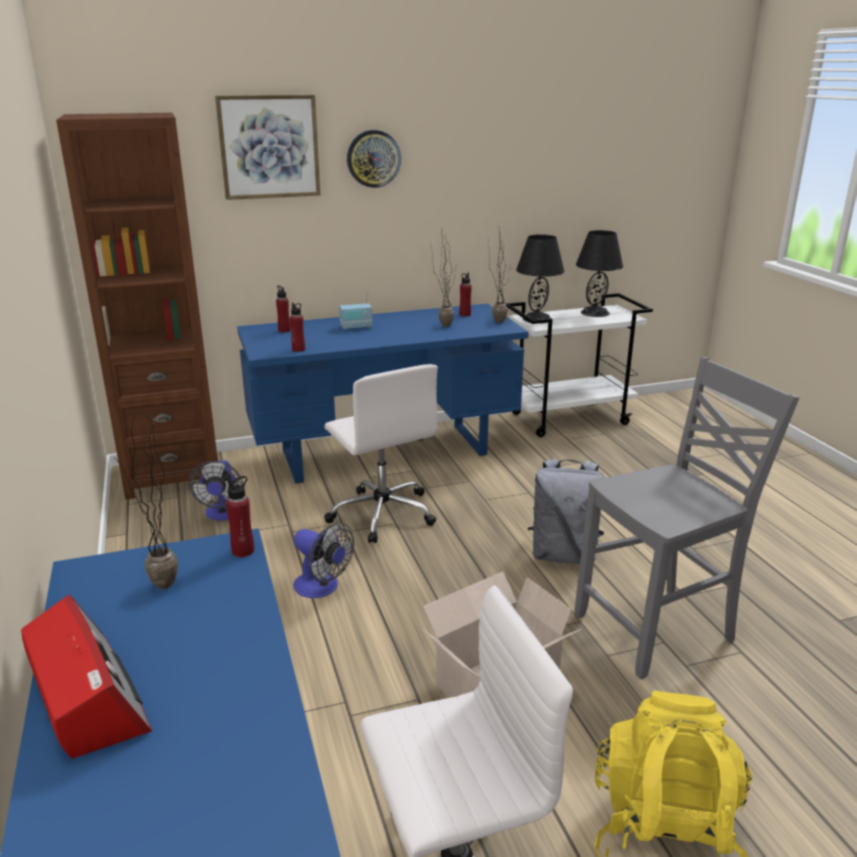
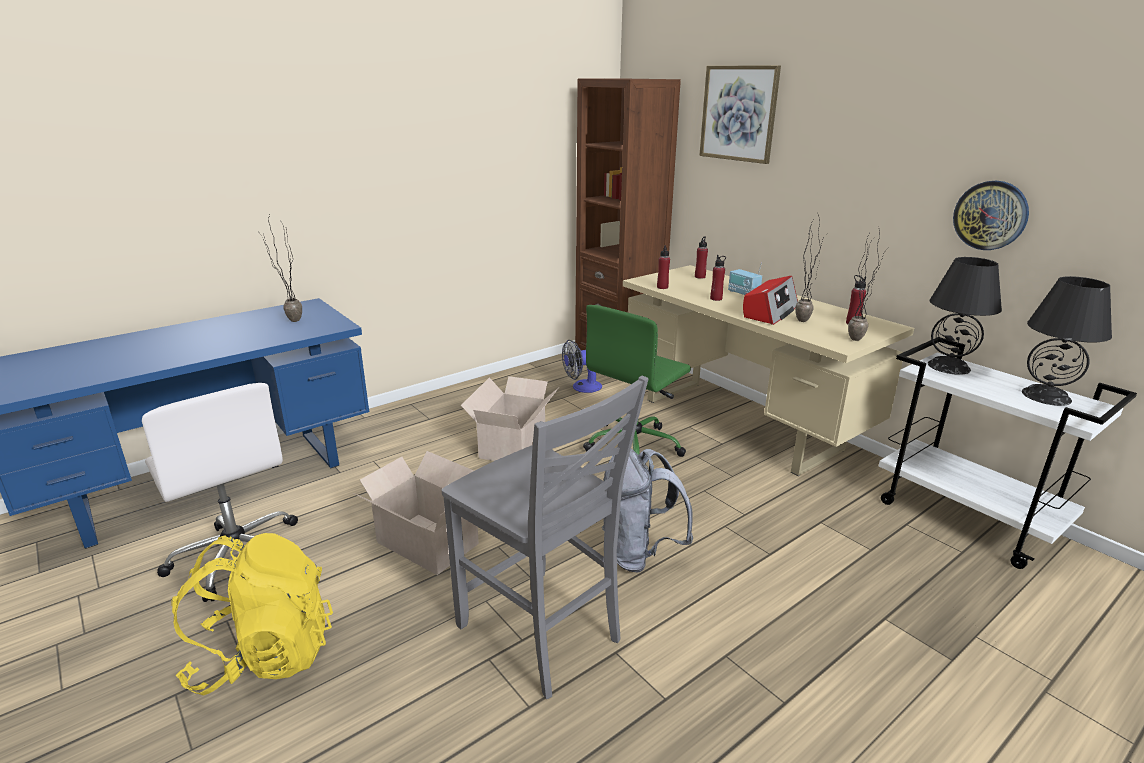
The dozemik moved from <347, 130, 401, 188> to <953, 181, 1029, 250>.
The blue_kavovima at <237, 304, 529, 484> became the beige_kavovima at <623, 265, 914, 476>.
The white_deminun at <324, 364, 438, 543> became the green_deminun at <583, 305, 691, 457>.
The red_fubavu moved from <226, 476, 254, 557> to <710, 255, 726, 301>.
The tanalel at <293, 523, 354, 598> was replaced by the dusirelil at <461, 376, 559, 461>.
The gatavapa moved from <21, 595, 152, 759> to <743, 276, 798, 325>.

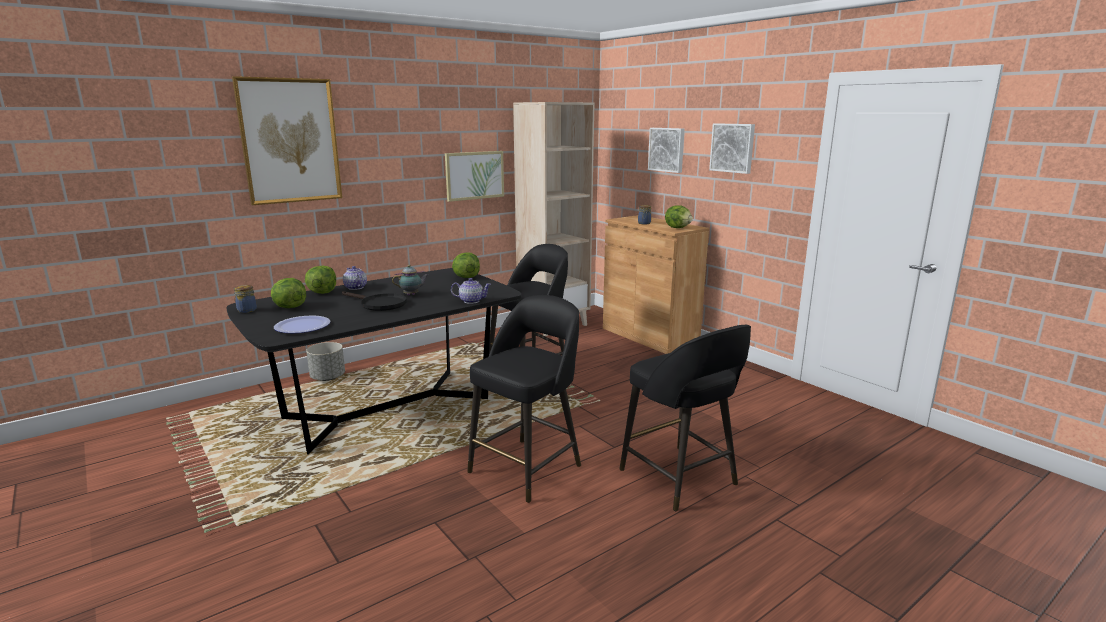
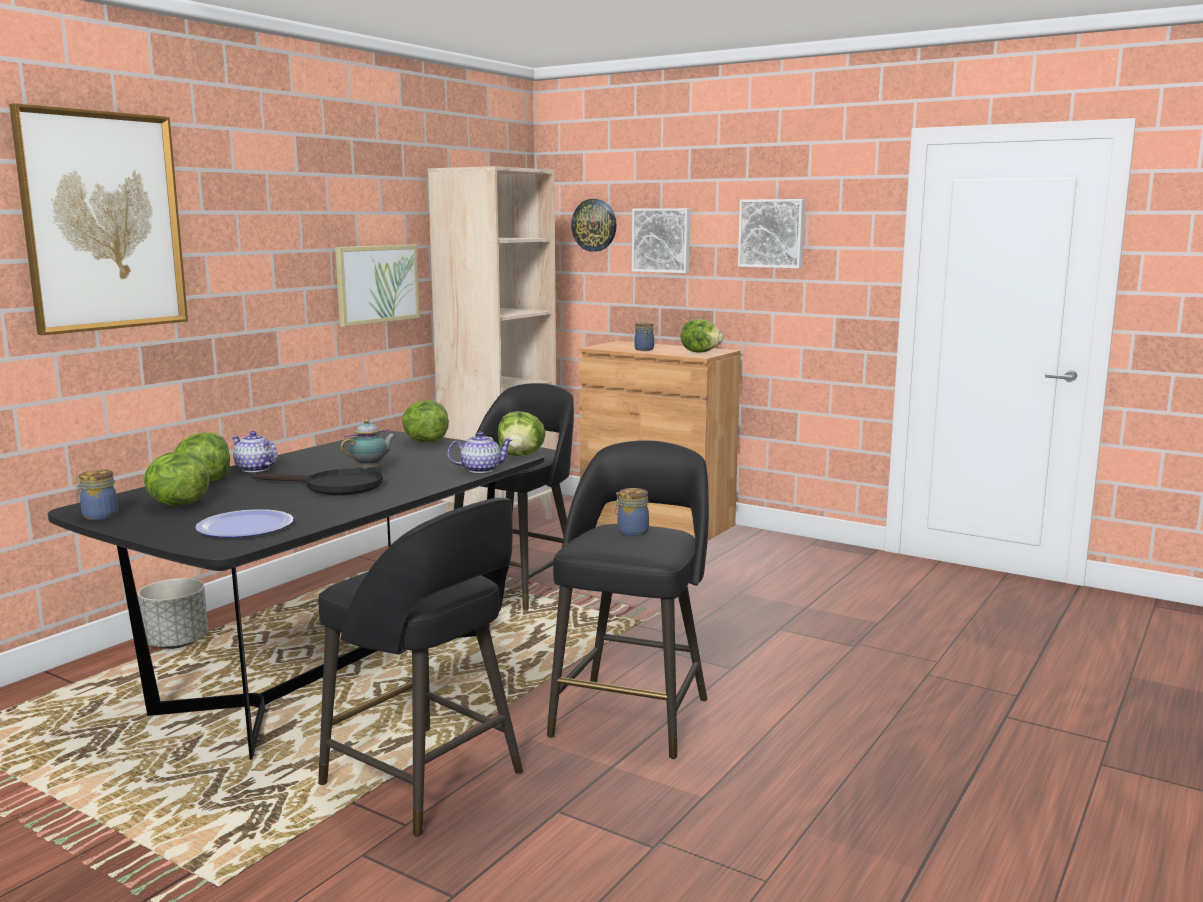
The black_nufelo moved from <620, 325, 751, 511> to <318, 498, 523, 837>.
The dozemik at <571, 199, 617, 252> appeared.
The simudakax at <498, 411, 546, 456> appeared.
The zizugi at <615, 488, 649, 536> appeared.

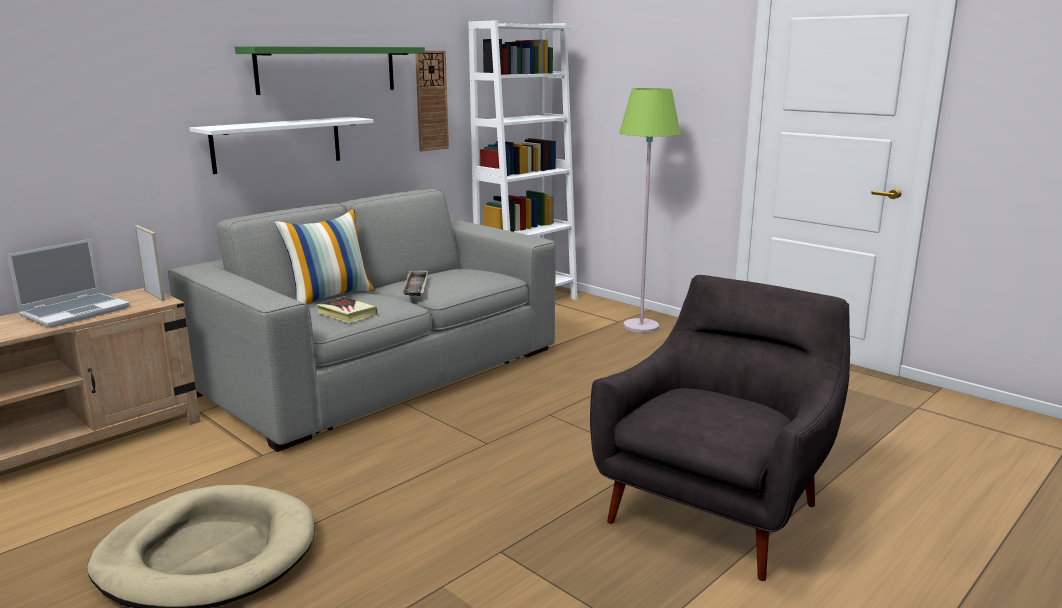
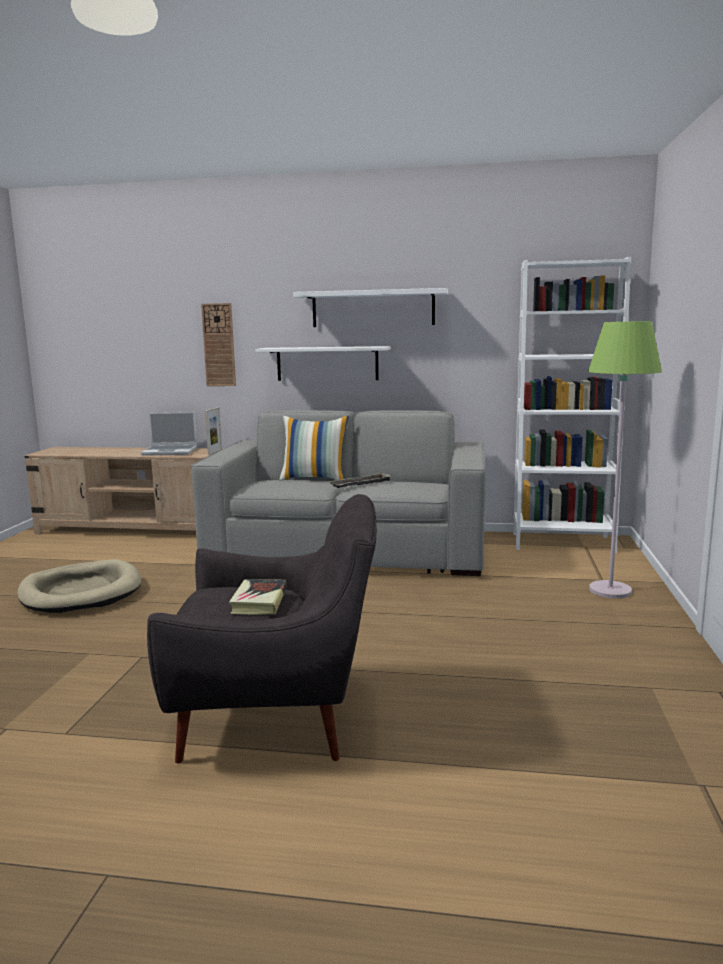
The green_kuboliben at <235, 46, 425, 95> became the white_kuboliben at <293, 288, 448, 327>.
The dozemik moved from <415, 50, 449, 151> to <201, 303, 236, 386>.
The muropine moved from <316, 297, 378, 323> to <229, 579, 286, 615>.

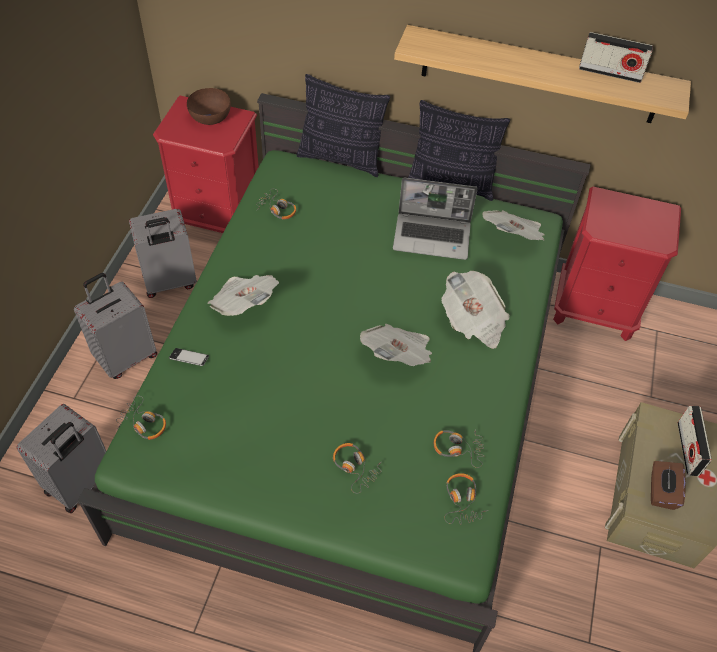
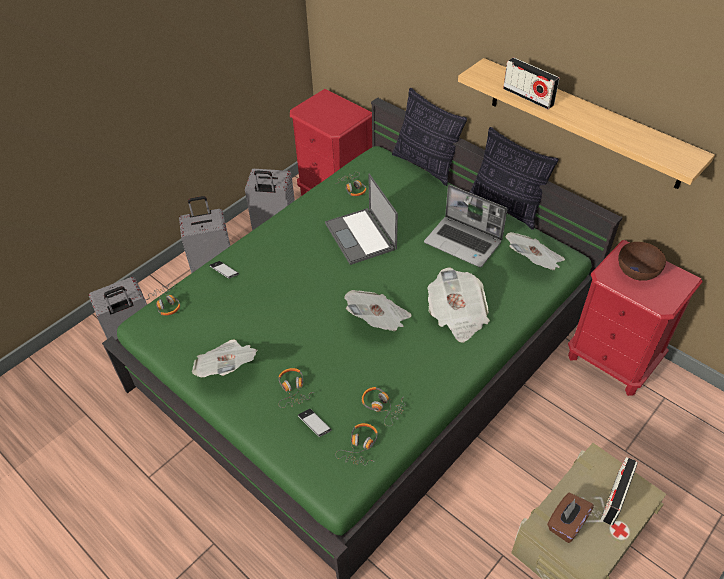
The gatavapa moved from <579, 32, 653, 83> to <503, 57, 560, 109>.
The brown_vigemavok moved from <187, 88, 231, 125> to <618, 242, 666, 281>.
The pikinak moved from <207, 275, 279, 316> to <192, 339, 257, 377>.
The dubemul at <325, 174, 398, 265> appeared.
The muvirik at <298, 409, 332, 437> appeared.

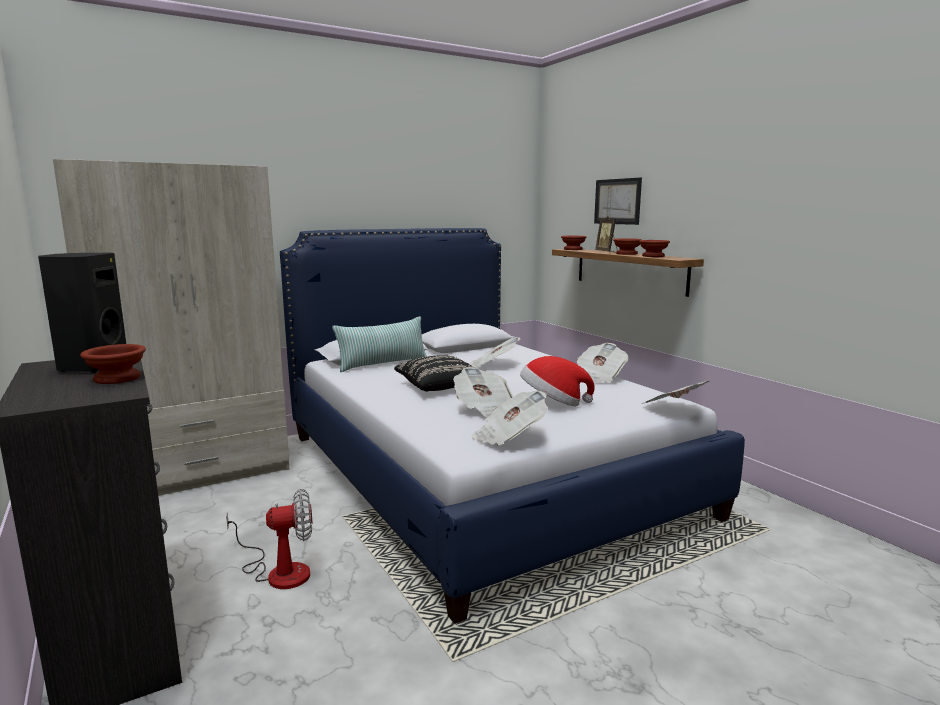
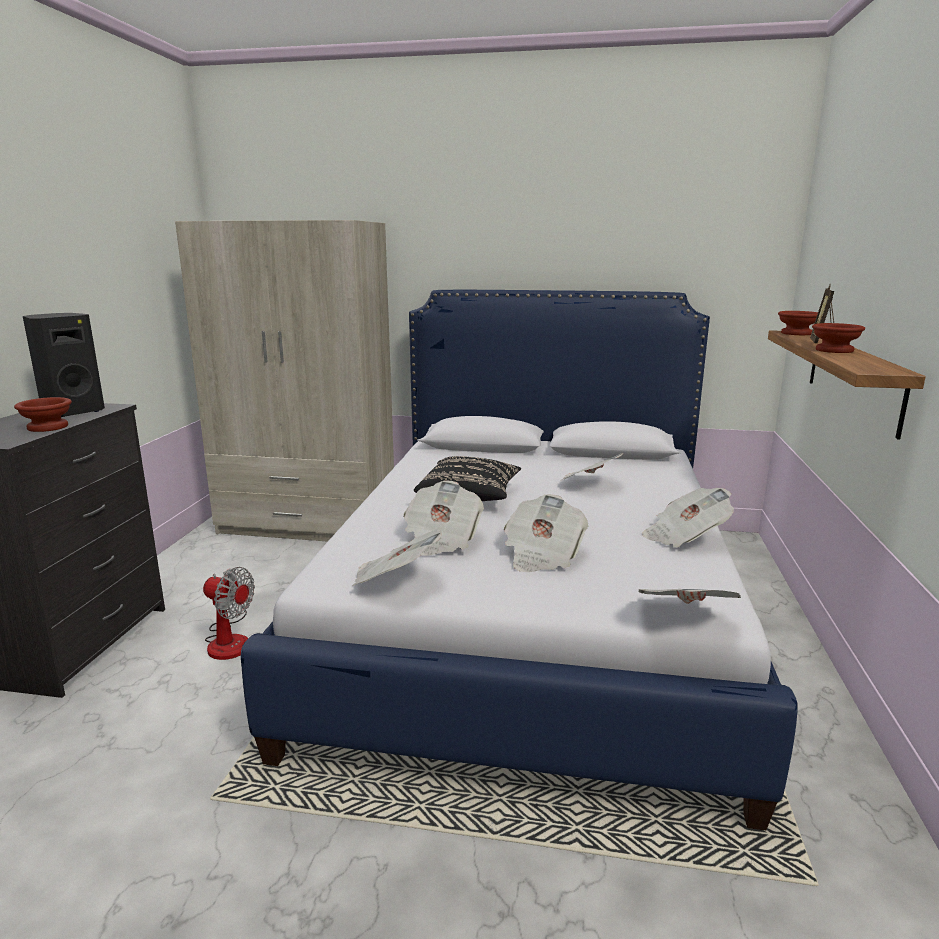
The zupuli at <594, 177, 642, 225> disappeared.
The brown_vigemavok at <639, 240, 670, 257> disappeared.
The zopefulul at <332, 317, 427, 372> disappeared.
The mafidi at <520, 356, 595, 407> was replaced by the pikinak at <504, 494, 588, 572>.

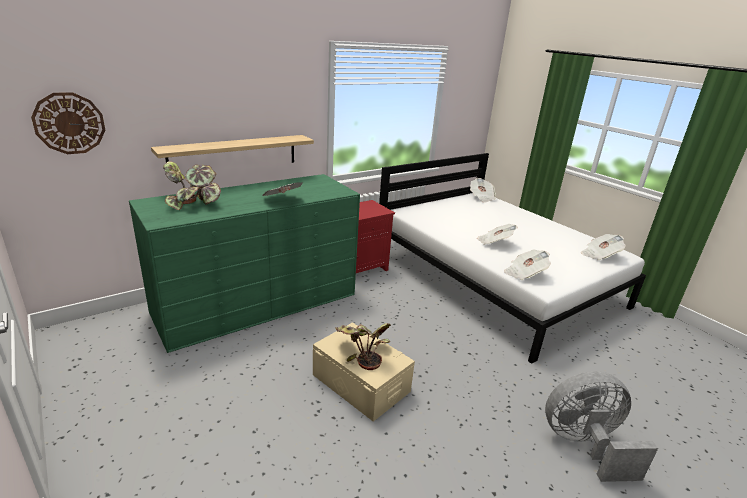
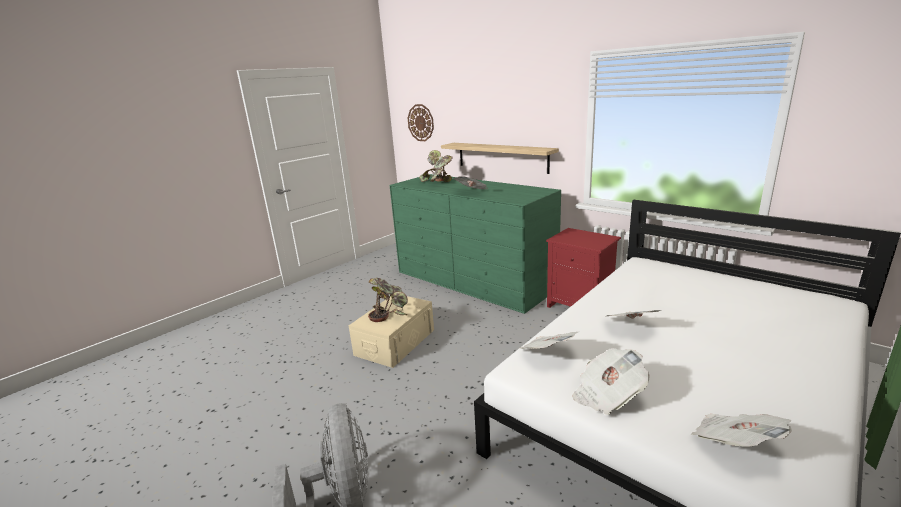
The pikinak moved from <470, 178, 496, 203> to <572, 348, 650, 415>.

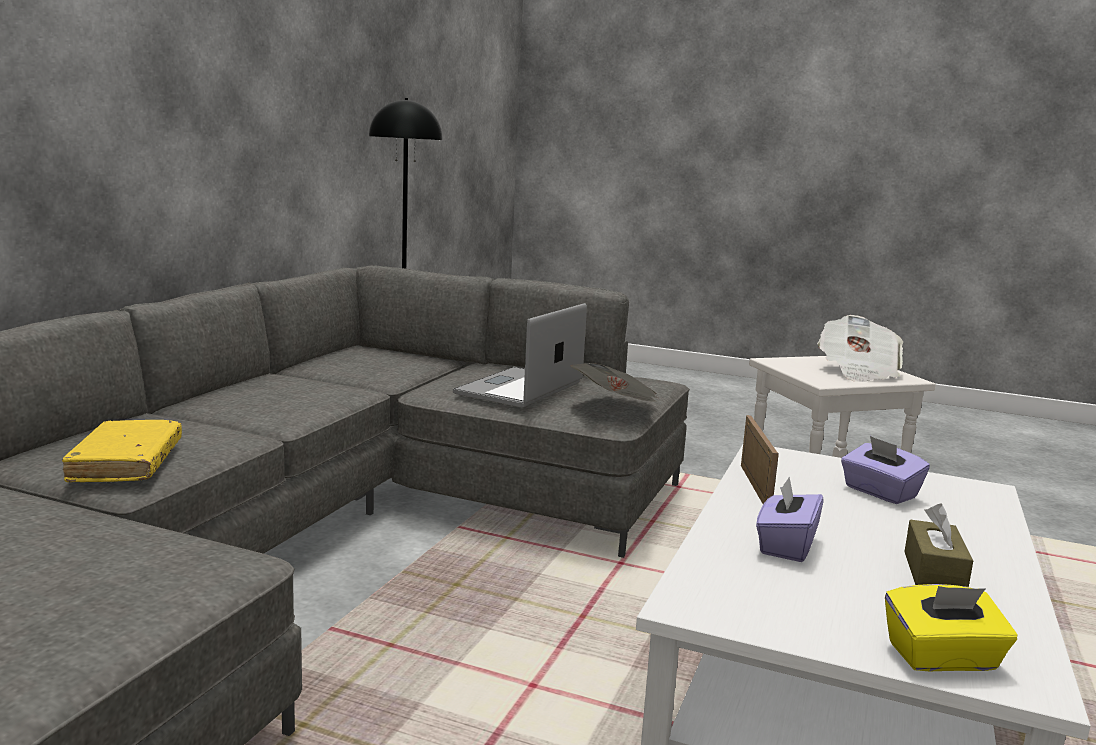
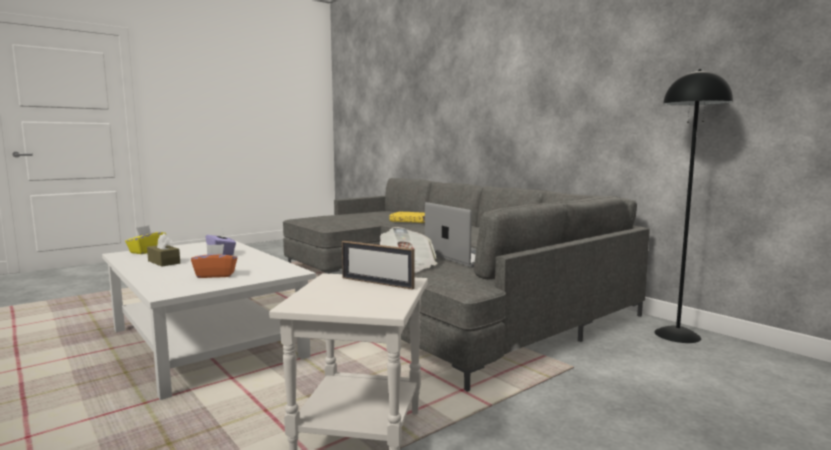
The pikinak at <818, 315, 903, 382> disappeared.
The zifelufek moved from <741, 415, 779, 504> to <342, 241, 414, 290>.
The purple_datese at <841, 436, 930, 504> became the orange_datese at <191, 244, 237, 278>.

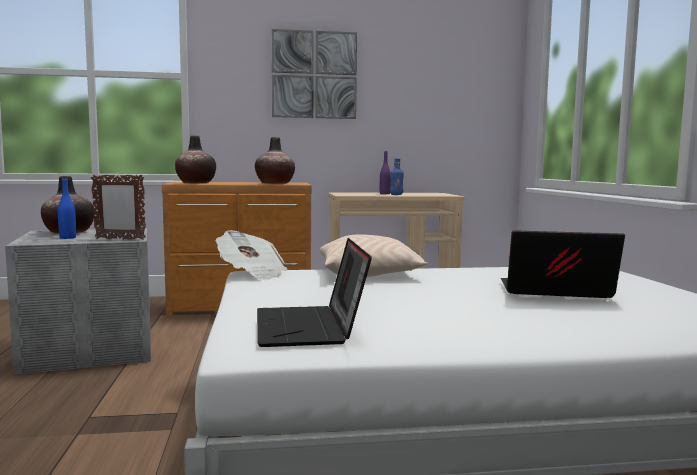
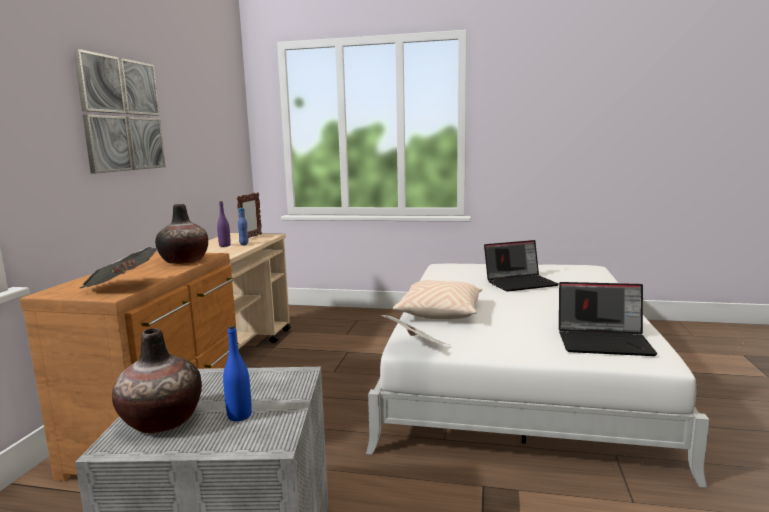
The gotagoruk at <175, 136, 216, 183> was replaced by the pikinak at <80, 247, 158, 288>.
The zifelufek moved from <91, 174, 146, 240> to <237, 192, 262, 238>.
The dubemul at <501, 230, 625, 298> turned 135 degrees counterclockwise.

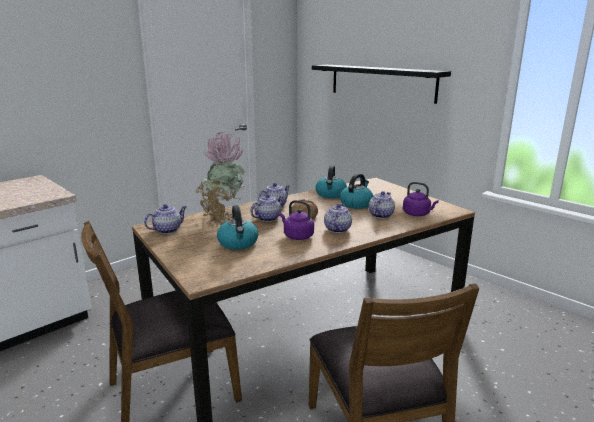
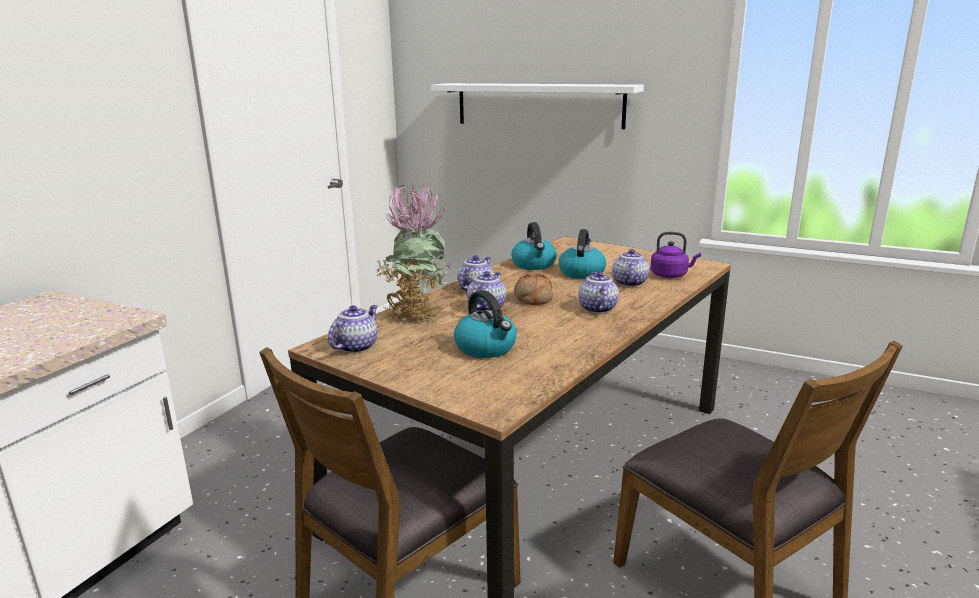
The black_kuboliben at <312, 65, 451, 104> became the white_kuboliben at <431, 83, 644, 129>.
The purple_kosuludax at <279, 200, 314, 240> disappeared.

